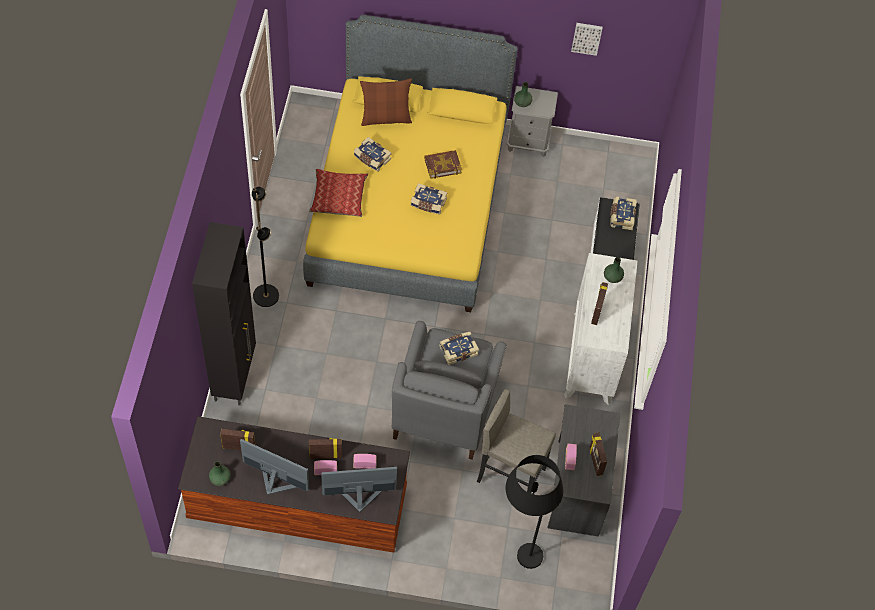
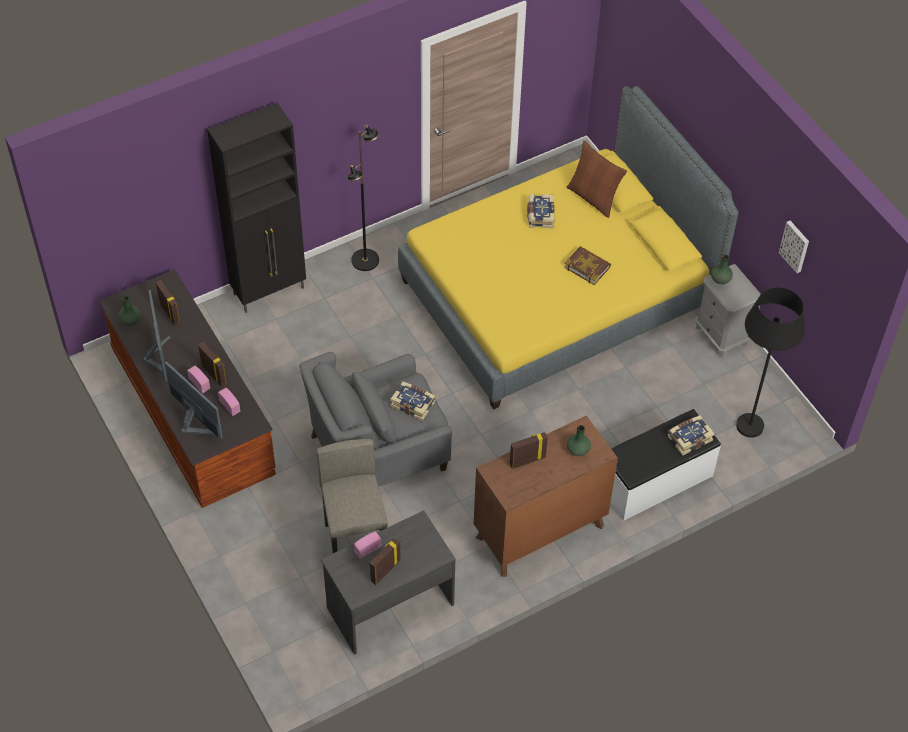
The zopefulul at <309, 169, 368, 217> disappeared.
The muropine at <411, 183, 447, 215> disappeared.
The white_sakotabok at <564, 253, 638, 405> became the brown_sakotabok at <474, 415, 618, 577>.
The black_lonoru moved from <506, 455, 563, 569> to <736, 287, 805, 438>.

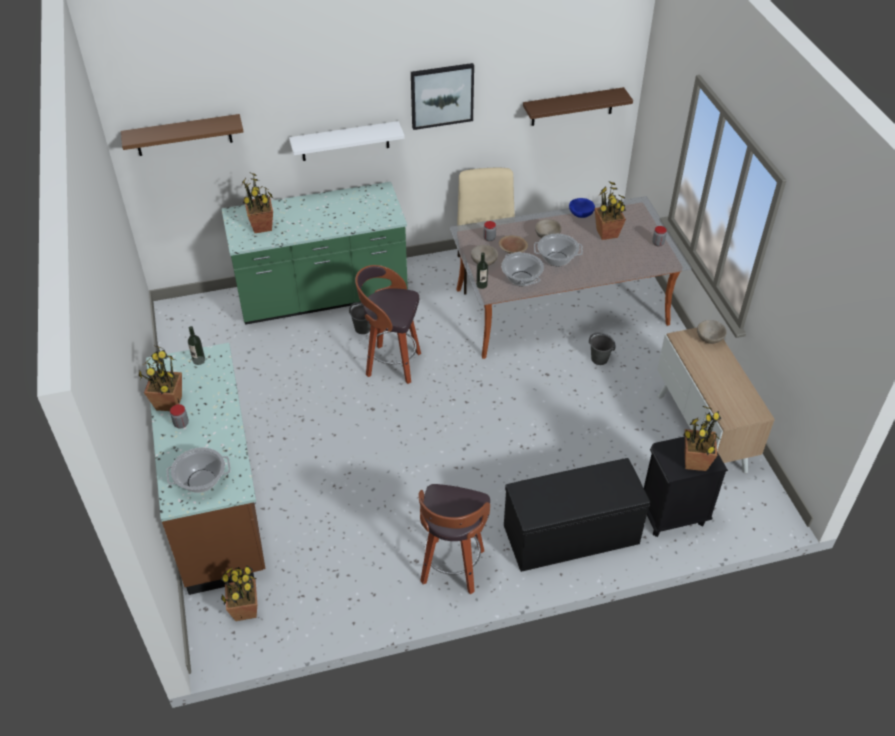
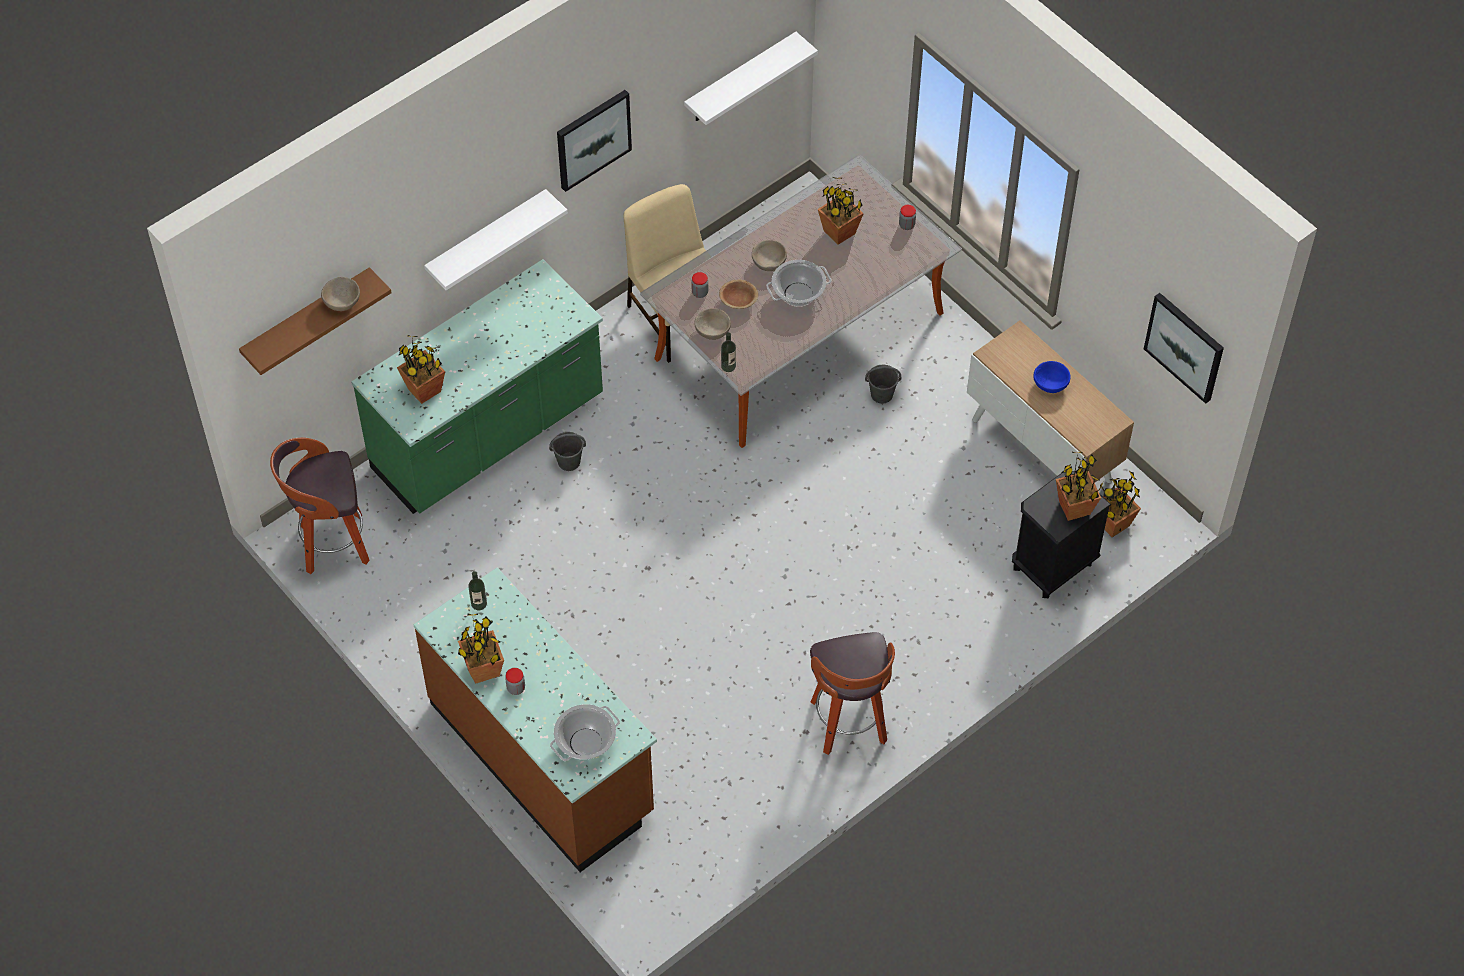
The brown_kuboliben at <523, 87, 633, 126> became the white_kuboliben at <684, 32, 818, 125>.
The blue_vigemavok moved from <569, 198, 595, 218> to <1033, 361, 1071, 393>.
The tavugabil at <501, 252, 544, 286> disappeared.
The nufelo moved from <355, 265, 421, 384> to <270, 438, 370, 574>.
The beige_vigemavok moved from <697, 320, 727, 344> to <321, 277, 360, 311>.
The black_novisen at <504, 458, 650, 572> disappeared.
The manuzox moved from <221, 565, 257, 621> to <1098, 471, 1141, 537>.
The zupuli at <1144, 293, 1224, 404> appeared.

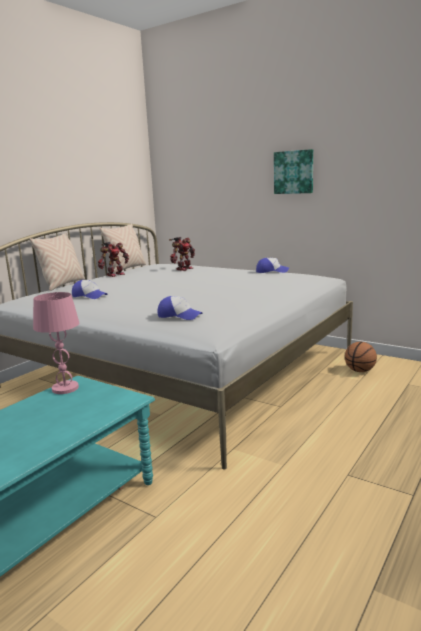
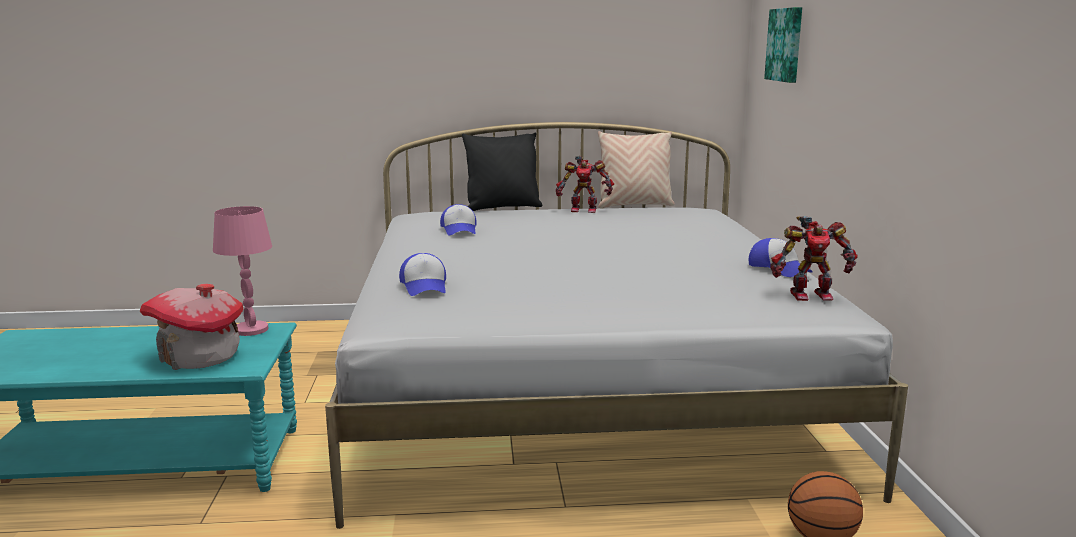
The zupuli moved from <274, 149, 313, 194> to <764, 7, 802, 83>.
The beige_zopefulul at <30, 233, 85, 291> became the black_zopefulul at <462, 133, 543, 211>.
The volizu moved from <169, 237, 195, 271> to <770, 216, 858, 301>.
The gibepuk at <139, 284, 243, 370> appeared.

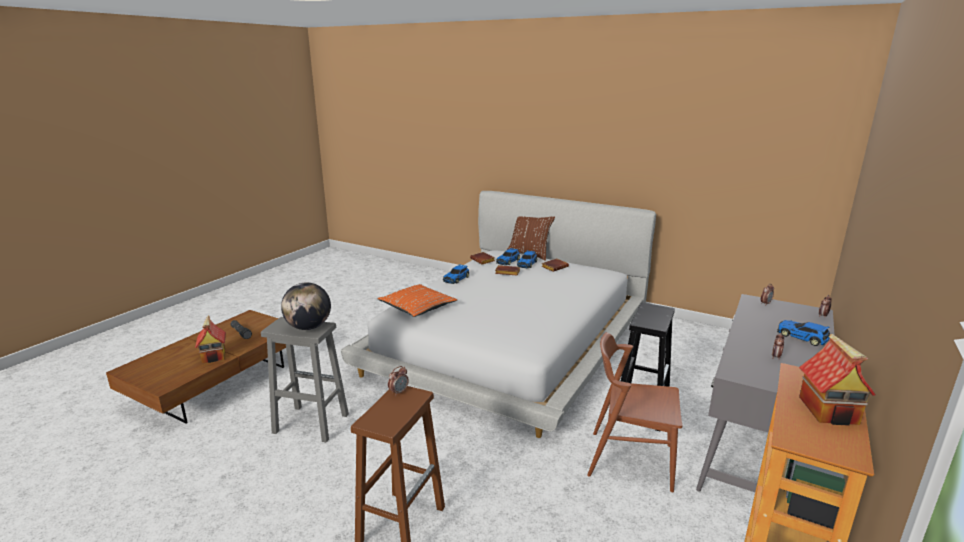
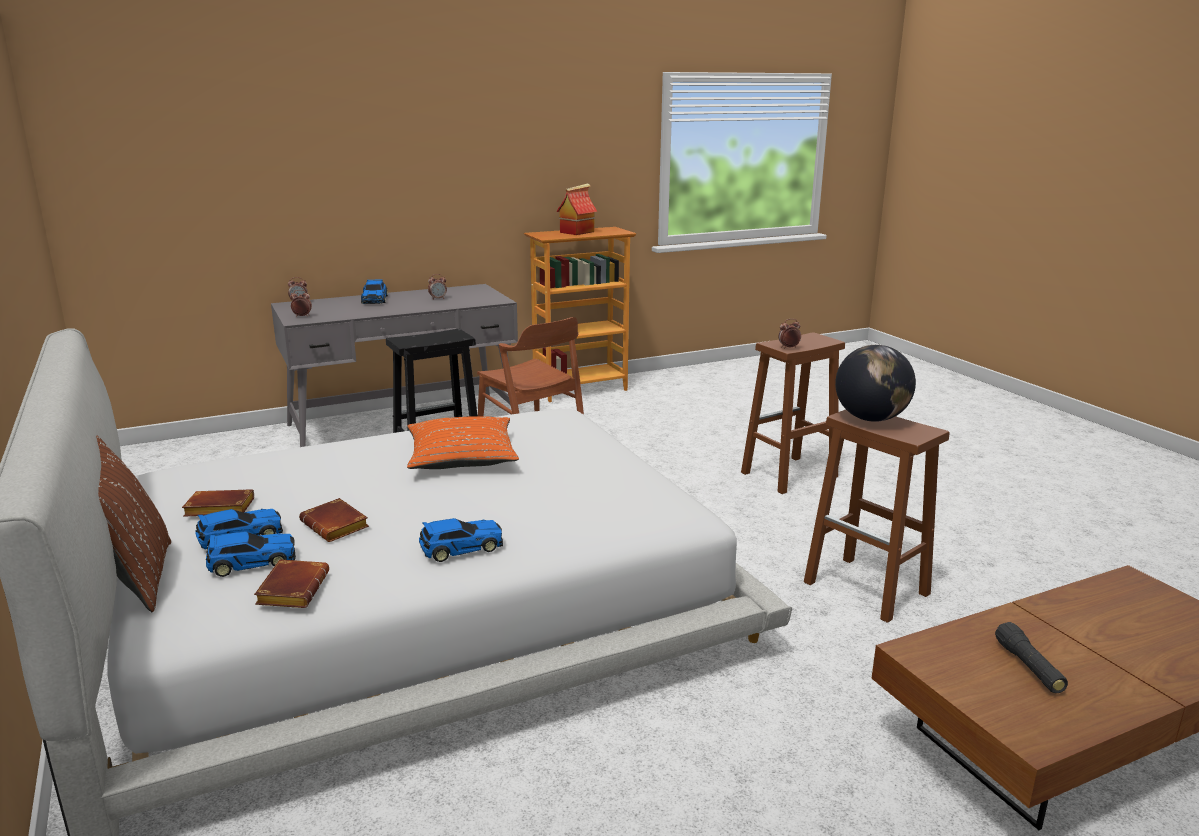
The orange_zopefulul moved from <378, 284, 457, 317> to <407, 416, 519, 469>.
The gibepuk at <195, 316, 226, 363> disappeared.
The grey_nufelo at <261, 317, 349, 443> became the brown_nufelo at <804, 409, 950, 623>.

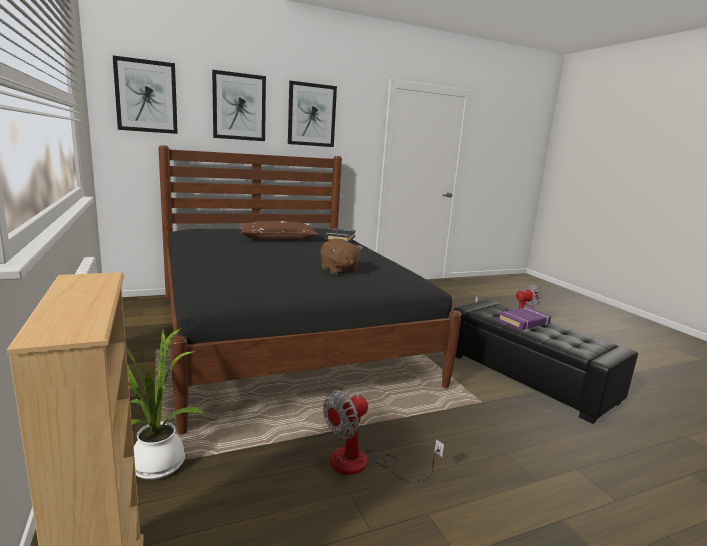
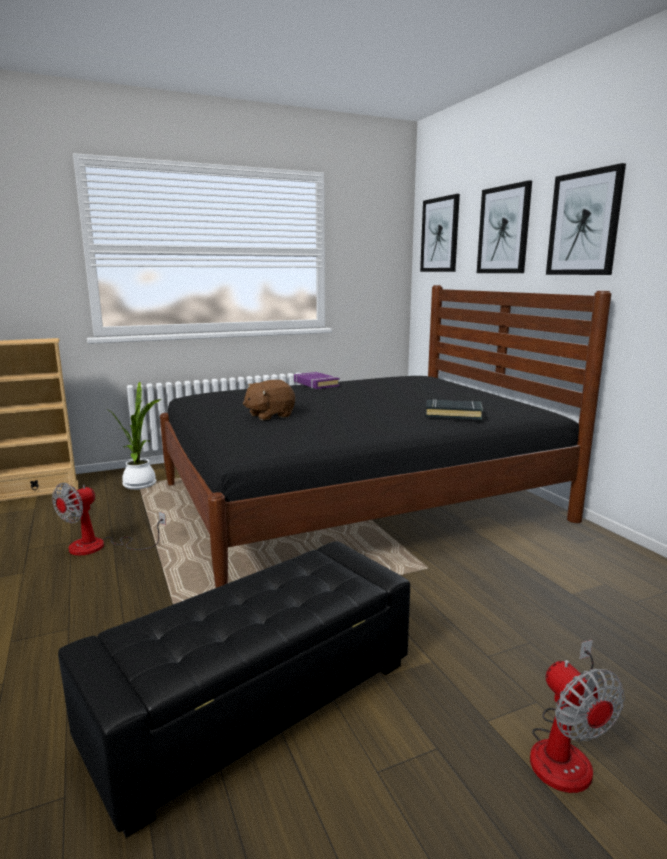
The brown_zopefulul at <240, 221, 319, 241> disappeared.
The purple_muropine moved from <498, 307, 551, 330> to <294, 372, 339, 389>.
The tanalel at <323, 390, 444, 482> turned 105 degrees counterclockwise.

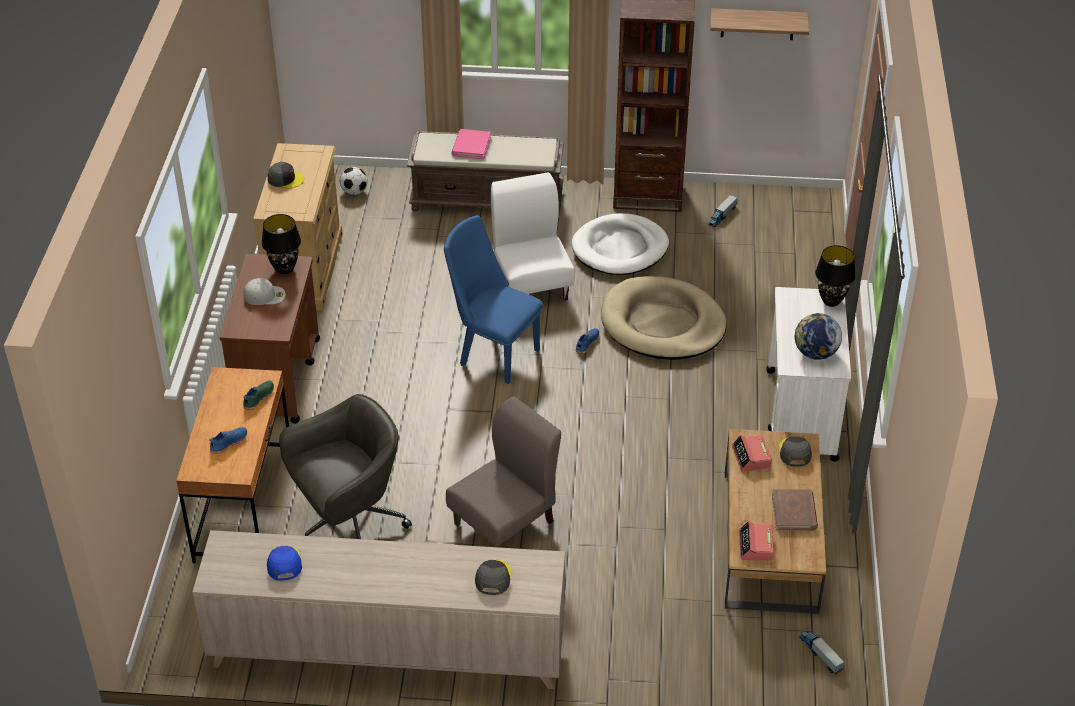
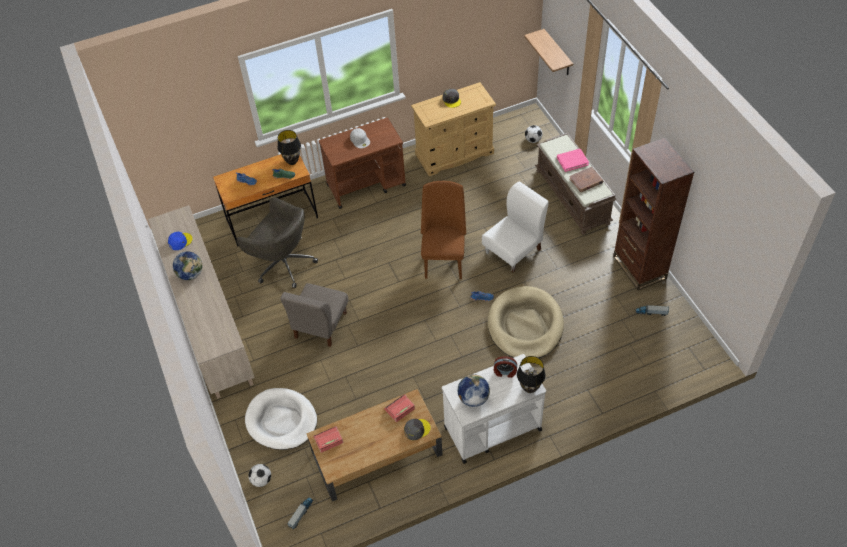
The kuboliben moved from <710, 8, 809, 40> to <524, 29, 573, 75>.
The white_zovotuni moved from <571, 213, 669, 275> to <245, 388, 317, 450>.
The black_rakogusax moved from <262, 214, 301, 275> to <278, 130, 301, 165>.
The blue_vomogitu at <444, 215, 543, 384> became the brown_vomogitu at <421, 181, 466, 279>.
The grey_vomogitu at <446, 396, 561, 548> turned 90 degrees clockwise.
The brown_muropine moved from <772, 489, 818, 531> to <569, 167, 603, 192>.
The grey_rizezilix at <475, 559, 511, 595> disappeared.
The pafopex at <173, 251, 202, 280> appeared.
The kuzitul at <494, 356, 517, 378> appeared.
The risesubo at <248, 464, 271, 487> appeared.

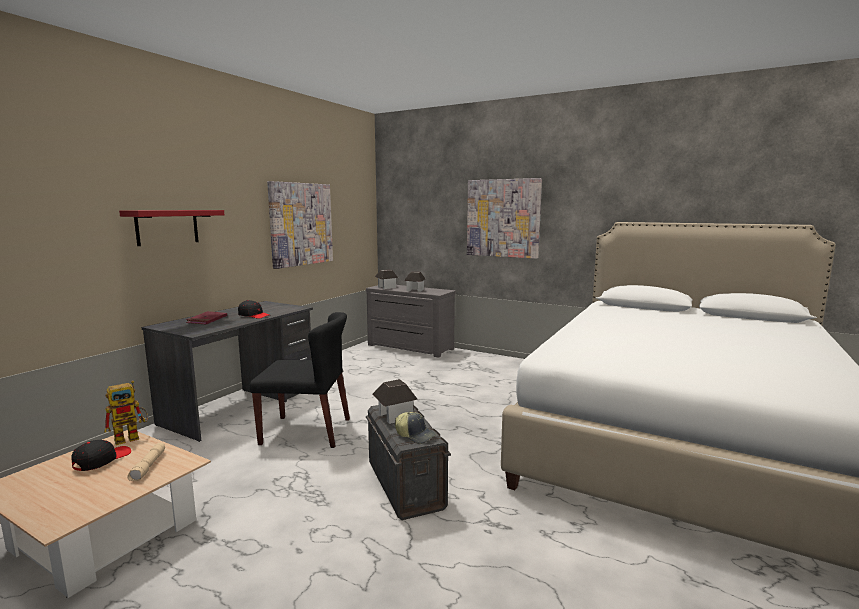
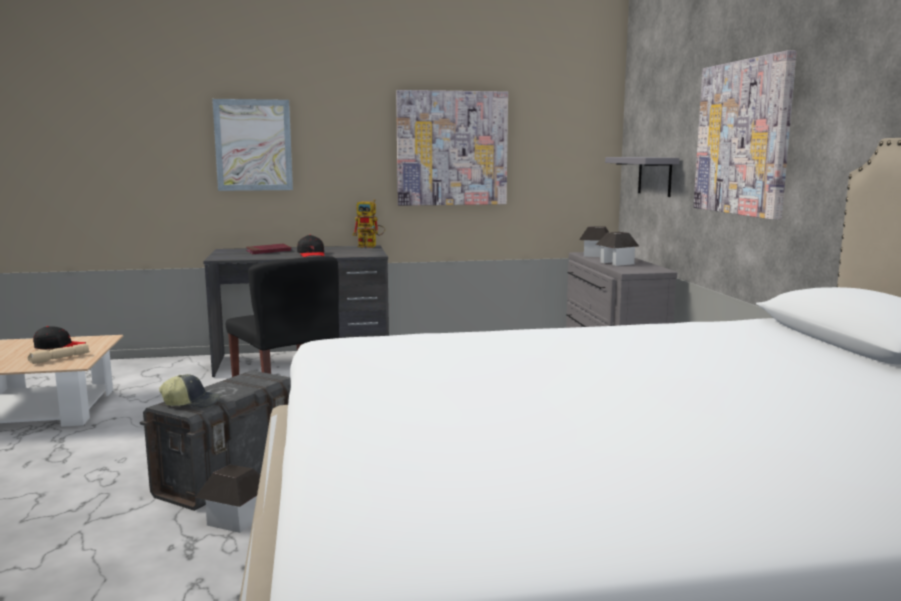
The red_kuboliben at <119, 210, 224, 246> was replaced by the zupuli at <212, 99, 293, 191>.
The gibepuk moved from <373, 379, 418, 424> to <195, 465, 260, 533>.
The volizu moved from <104, 381, 148, 445> to <352, 199, 385, 248>.
The rizezilix at <395, 412, 436, 444> turned 90 degrees counterclockwise.
The grey_kuboliben at <605, 157, 679, 197> appeared.

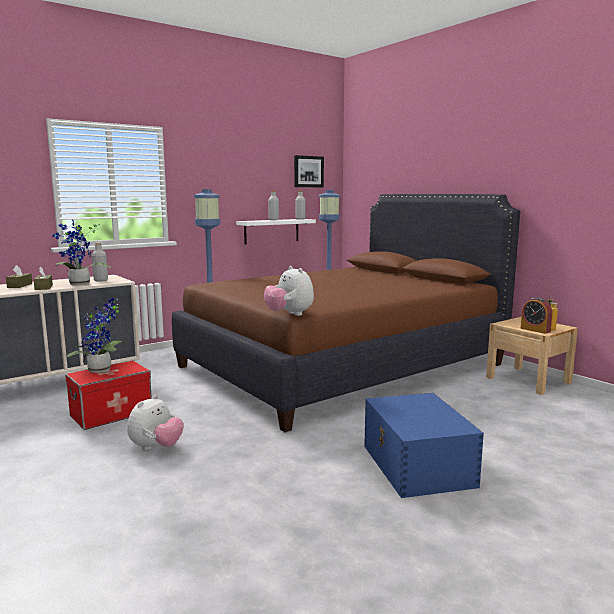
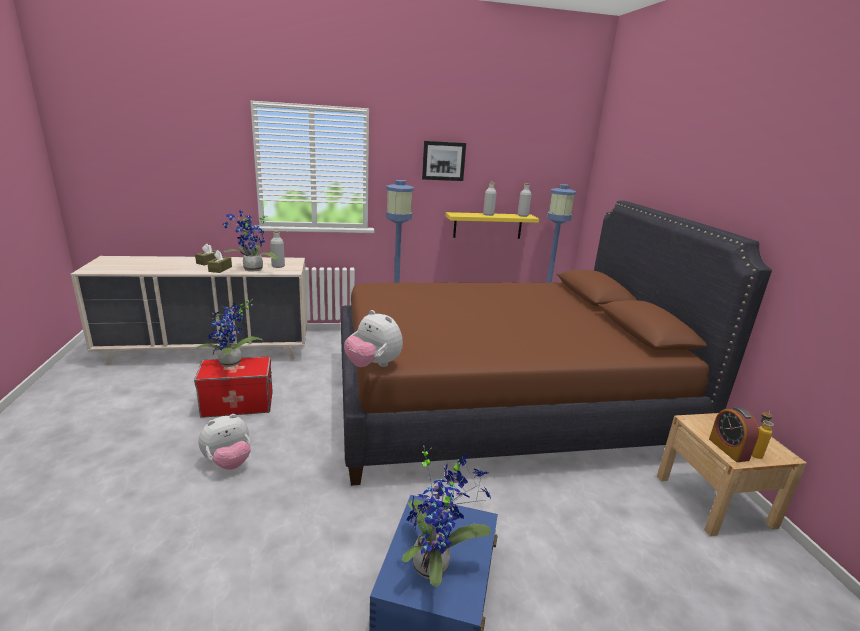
The zupuli moved from <294, 155, 324, 187> to <422, 141, 466, 181>.
The white_kuboliben at <236, 219, 316, 245> became the yellow_kuboliben at <446, 212, 539, 239>.
The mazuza at <264, 266, 314, 316> turned 45 degrees counterclockwise.
The manuzox at <402, 445, 491, 586> appeared.

